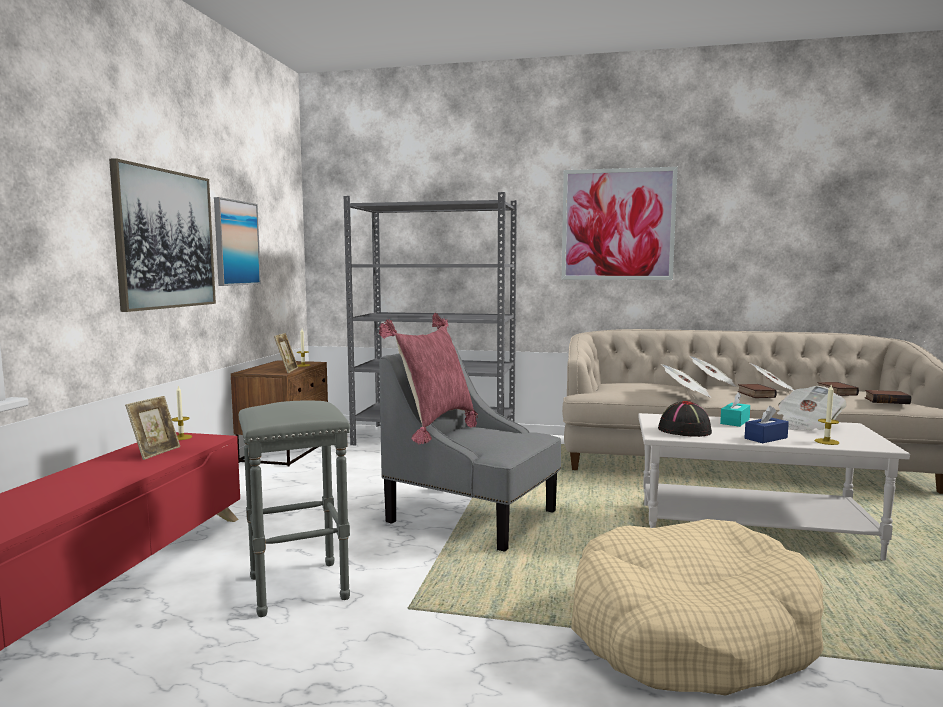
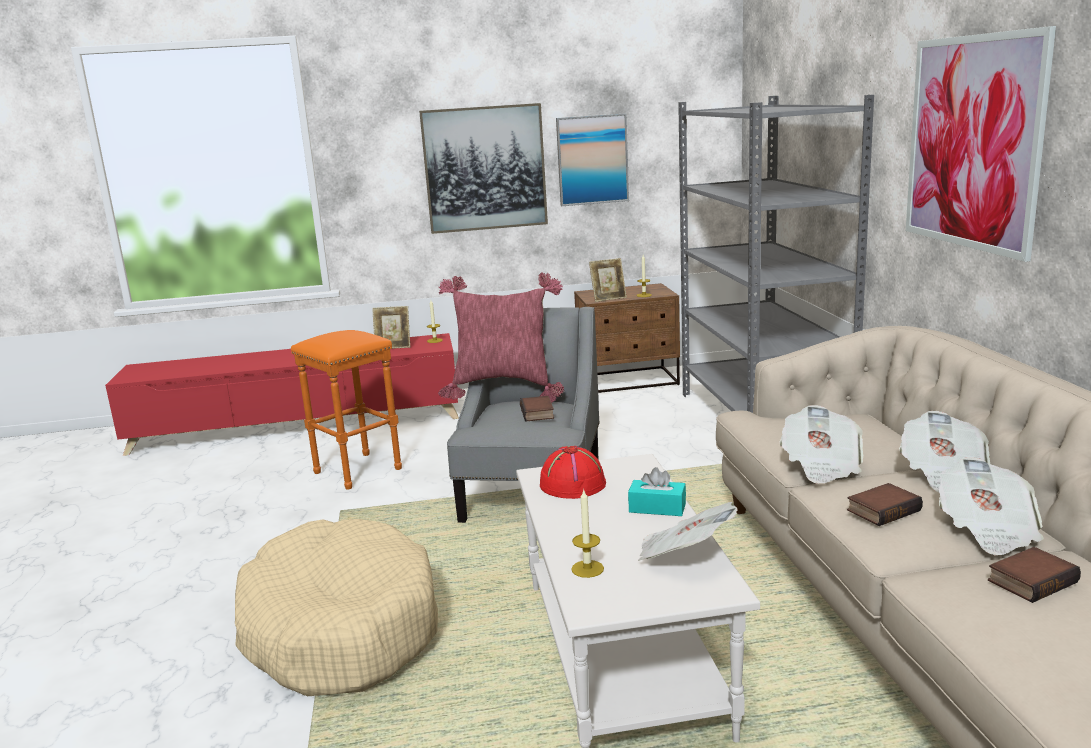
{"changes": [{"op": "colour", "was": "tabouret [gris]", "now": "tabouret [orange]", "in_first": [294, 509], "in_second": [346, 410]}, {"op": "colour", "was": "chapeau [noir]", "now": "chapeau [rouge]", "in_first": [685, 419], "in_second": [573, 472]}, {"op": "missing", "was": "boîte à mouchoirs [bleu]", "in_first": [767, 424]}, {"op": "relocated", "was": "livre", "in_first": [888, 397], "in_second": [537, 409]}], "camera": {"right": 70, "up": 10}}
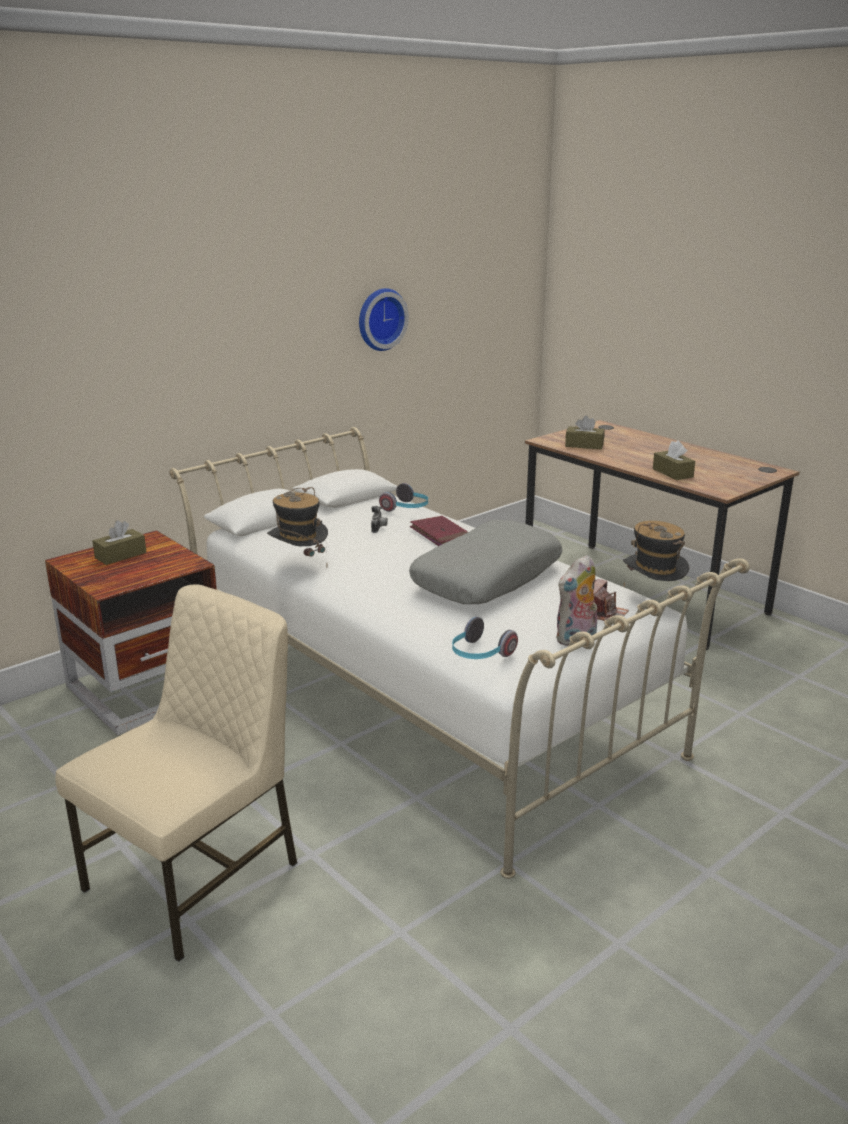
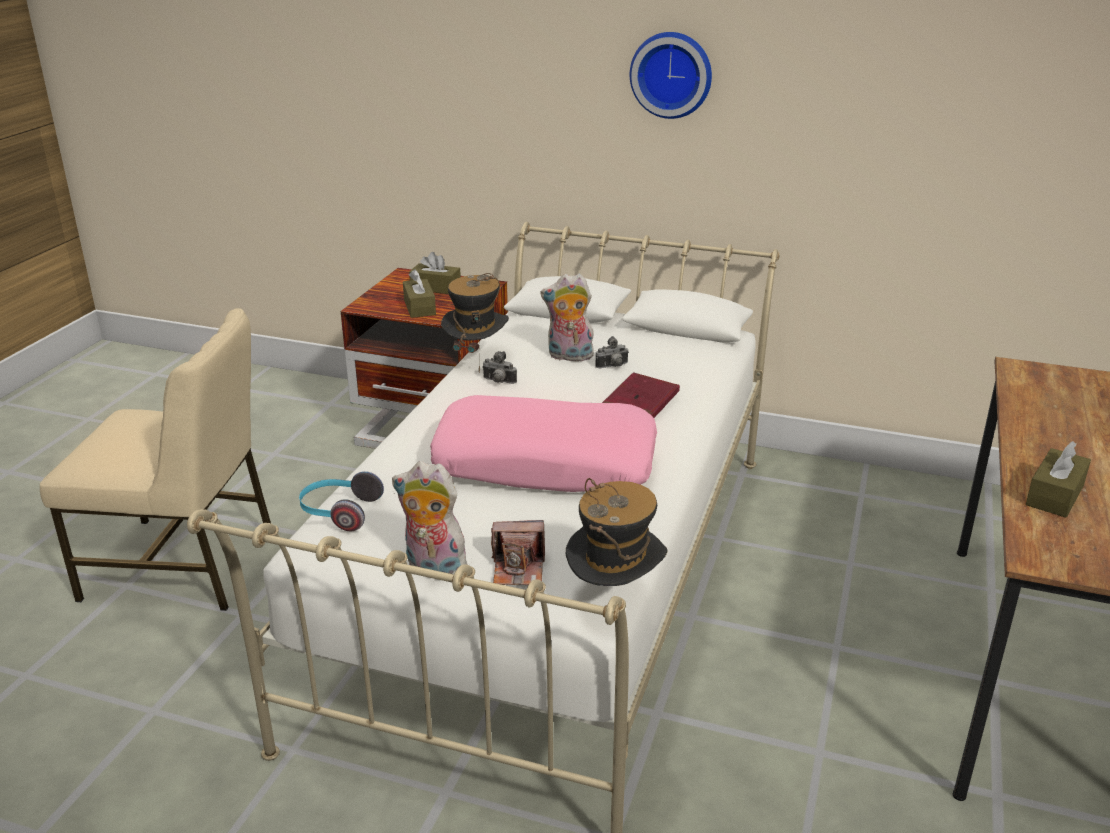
{"changes": [{"op": "relocated", "was": "horloge murale", "in_first": [384, 319], "in_second": [671, 75]}, {"op": "missing", "was": "casque audio", "in_first": [403, 497]}, {"op": "colour", "was": "coussin [gris]", "now": "coussin [rose]", "in_first": [485, 562], "in_second": [543, 443]}, {"op": "relocated", "was": "boîte à mouchoirs [marron]", "in_first": [585, 432], "in_second": [419, 293]}, {"op": "appeared", "now": "appareil photo", "in_second": [499, 367]}, {"op": "appeared", "now": "peluche", "in_second": [567, 317]}], "camera": {"right": 60, "up": 5}}
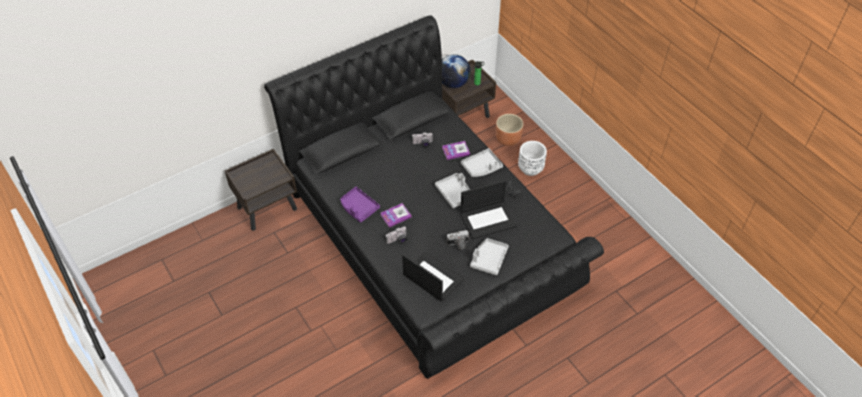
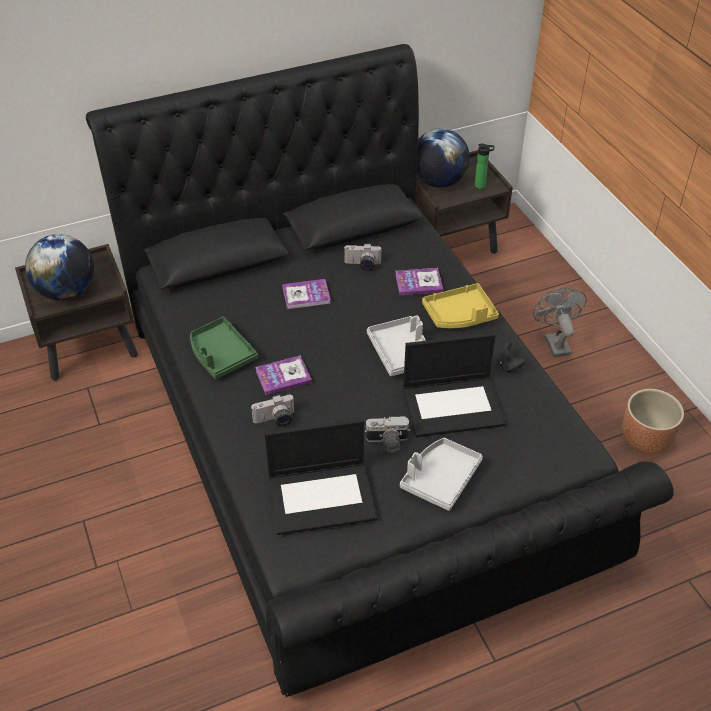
{"changes": [{"op": "colour", "was": "plateau [violet]", "now": "plateau [vert]", "in_first": [360, 205], "in_second": [224, 348]}, {"op": "spun", "was": "ordinateur portable", "in_first": [433, 277], "in_second": [321, 477], "clockwise": 120}, {"op": "colour", "was": "plateau [gris]", "now": "plateau [jaune]", "in_first": [482, 162], "in_second": [460, 305]}, {"op": "relocated", "was": "cache-pot [marron]", "in_first": [510, 130], "in_second": [653, 421]}, {"op": "exchanged", "was": "cache-pot [blanc]", "now": "ventilateur [gris]", "in_first": [532, 158], "in_second": [560, 322]}, {"op": "appeared", "now": "globe", "in_second": [59, 267]}, {"op": "appeared", "now": "livre", "in_second": [306, 294]}], "camera": {"right": 10, "up": -5}}
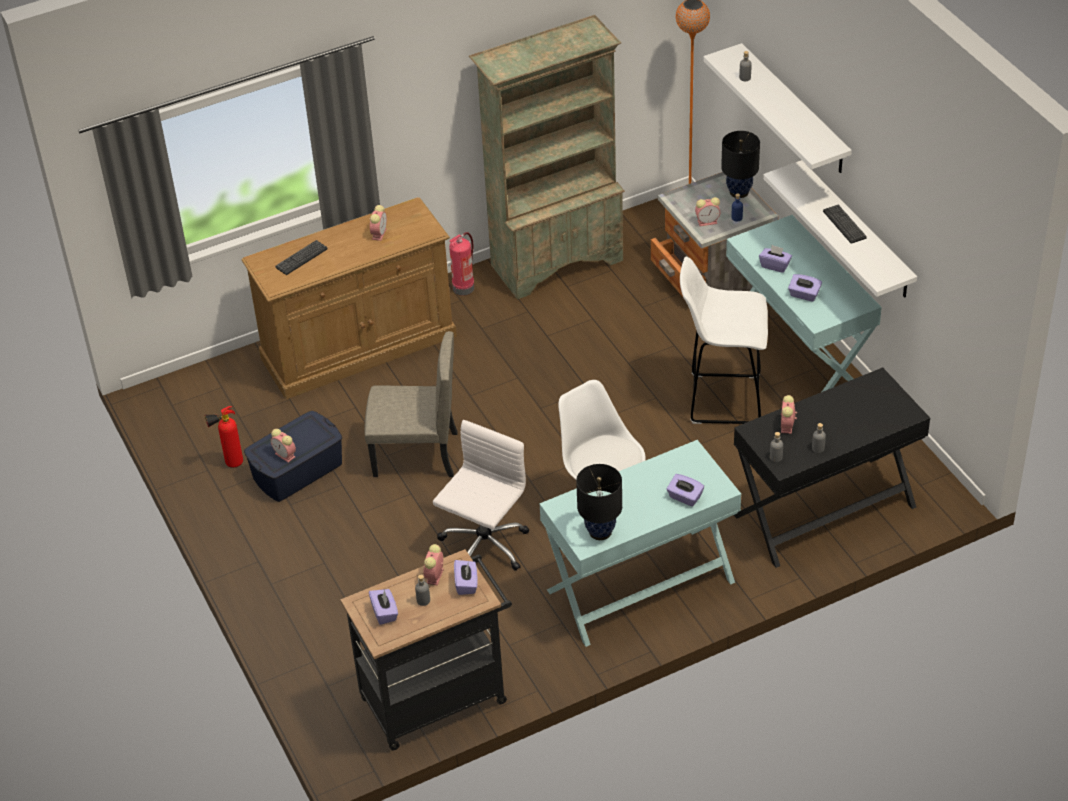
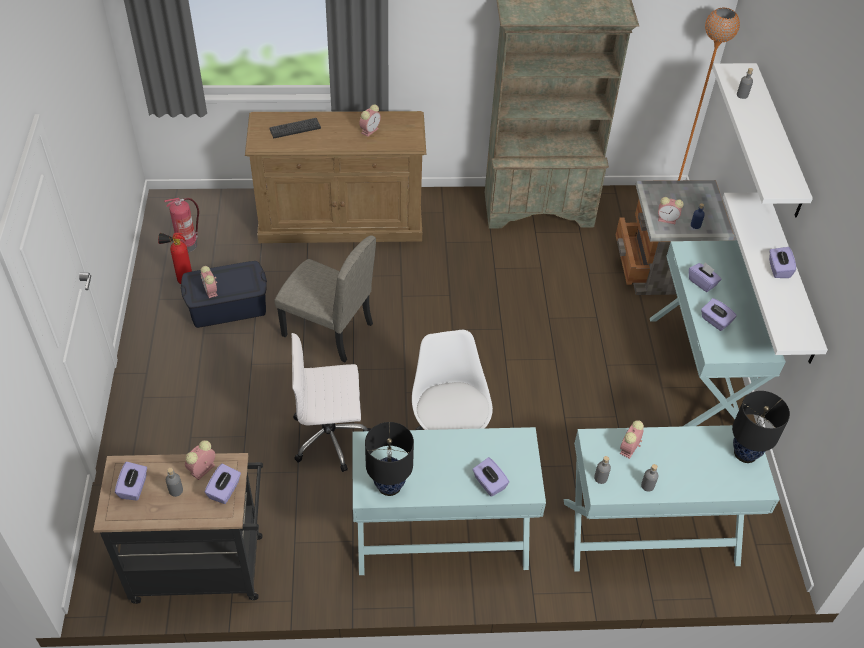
{"changes": [{"op": "spun", "was": "chaise de bureau [blanc]", "in_first": [481, 495], "in_second": [331, 402], "clockwise": -150}, {"op": "relocated", "was": "extincteur", "in_first": [461, 264], "in_second": [181, 225]}, {"op": "missing", "was": "tabouret [blanc]", "in_first": [724, 340]}, {"op": "relocated", "was": "lampe de table [noir]", "in_first": [740, 164], "in_second": [761, 427]}, {"op": "colour", "was": "bureau [noir]", "now": "bureau [turquoise]", "in_first": [832, 468], "in_second": [671, 498]}, {"op": "exchanged", "was": "clavier", "now": "boîte à mouchoirs [violet]", "in_first": [845, 224], "in_second": [782, 262]}], "camera": {"right": 20, "up": 5}}
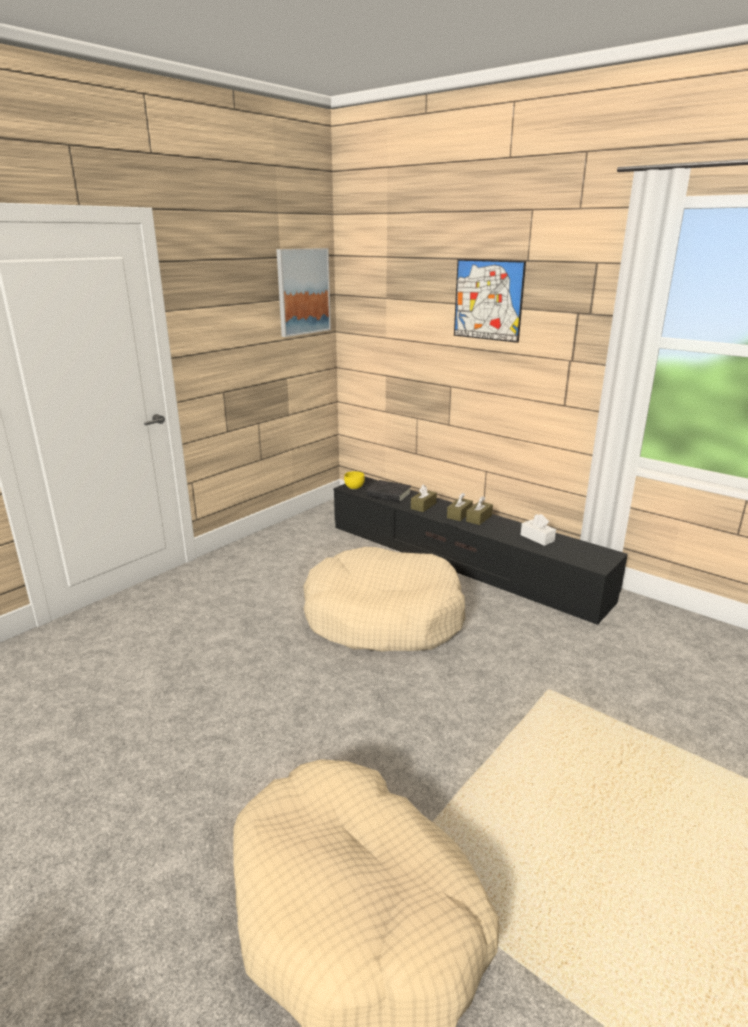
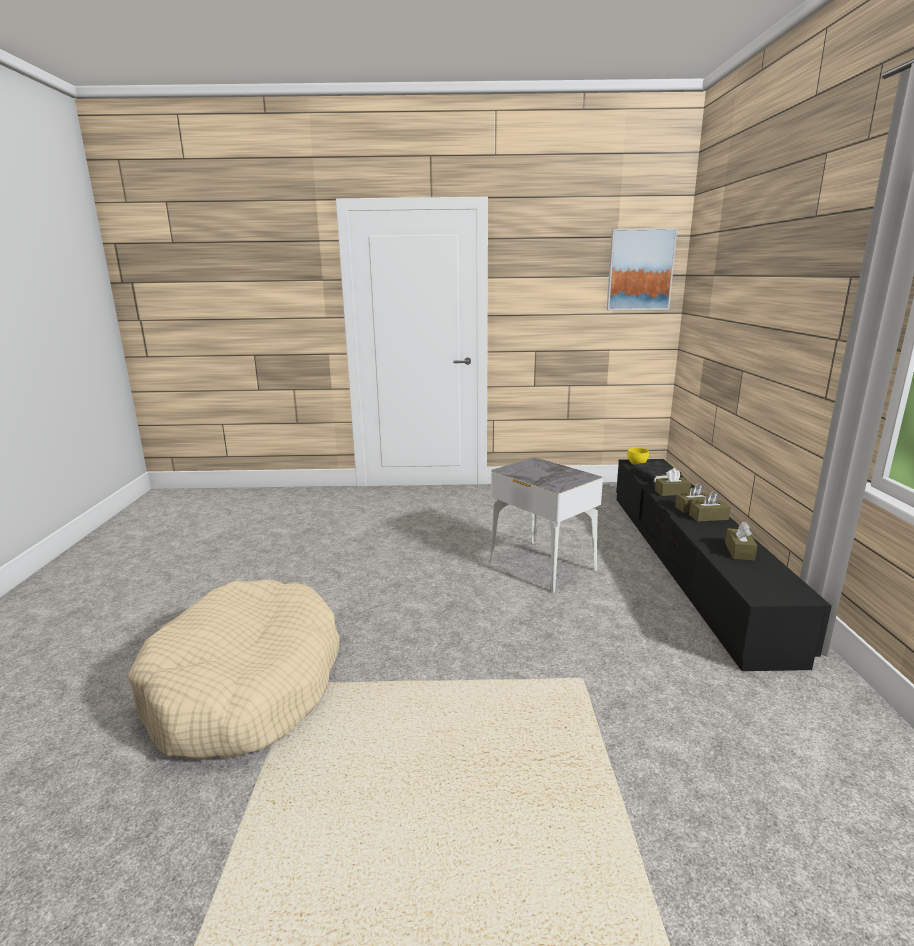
{"changes": [{"op": "exchanged", "was": "panier pour chien [beige]", "now": "table d'appoint", "in_first": [384, 599], "in_second": [546, 525]}, {"op": "missing", "was": "tableau", "in_first": [490, 301]}, {"op": "colour", "was": "boîte à mouchoirs [blanc]", "now": "boîte à mouchoirs [marron]", "in_first": [538, 530], "in_second": [741, 541]}], "camera": {"right": 50, "up": -5}}
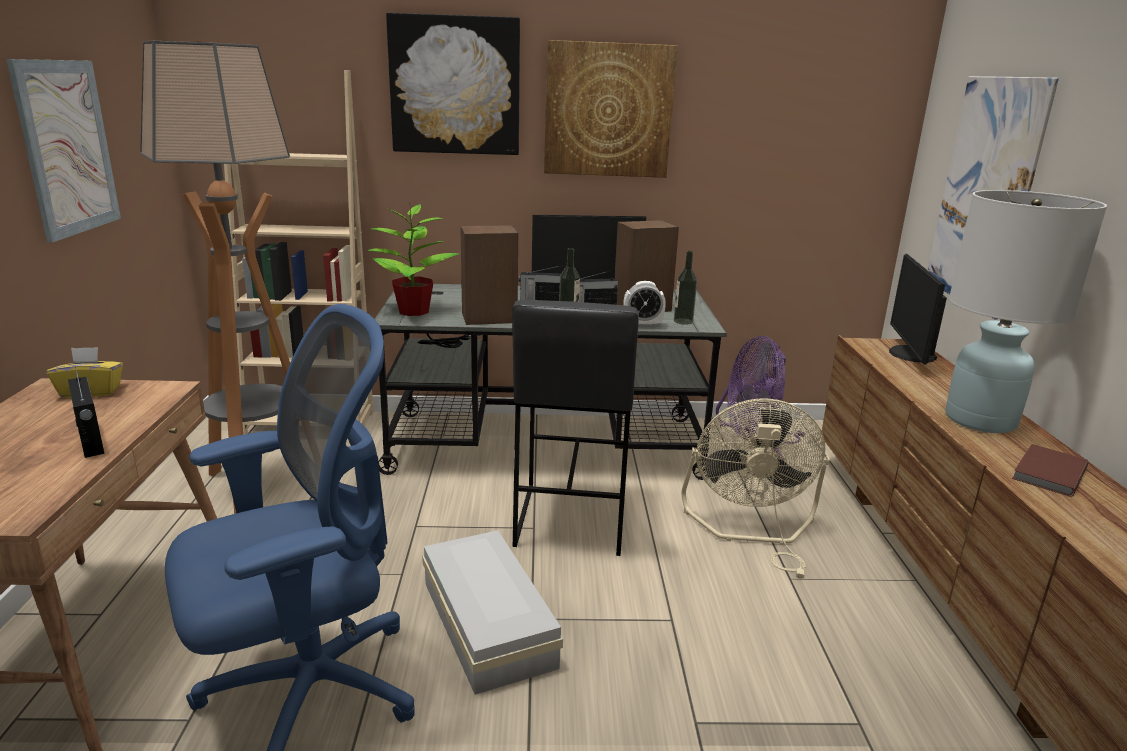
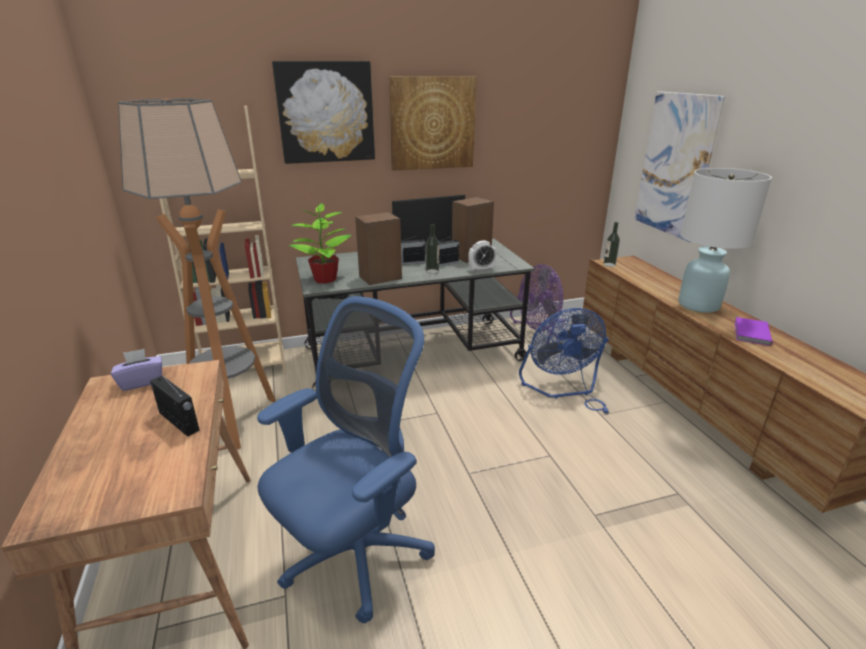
{"changes": [{"op": "missing", "was": "tableau", "in_first": [63, 151]}, {"op": "colour", "was": "boîte à mouchoirs [jaune]", "now": "boîte à mouchoirs [violet]", "in_first": [84, 372], "in_second": [136, 370]}, {"op": "missing", "was": "boîte de rangement [blanc]", "in_first": [492, 612]}, {"op": "missing", "was": "tabouret [gris]", "in_first": [575, 428]}, {"op": "relocated", "was": "bouteille", "in_first": [685, 288], "in_second": [611, 244]}, {"op": "colour", "was": "ventilateur [beige]", "now": "ventilateur [bleu]", "in_first": [756, 489], "in_second": [564, 361]}, {"op": "missing", "was": "écran d'ordinateur", "in_first": [918, 309]}, {"op": "colour", "was": "livre [marron]", "now": "livre [violet]", "in_first": [1050, 470], "in_second": [753, 331]}], "camera": {"right": -15, "up": 5}}
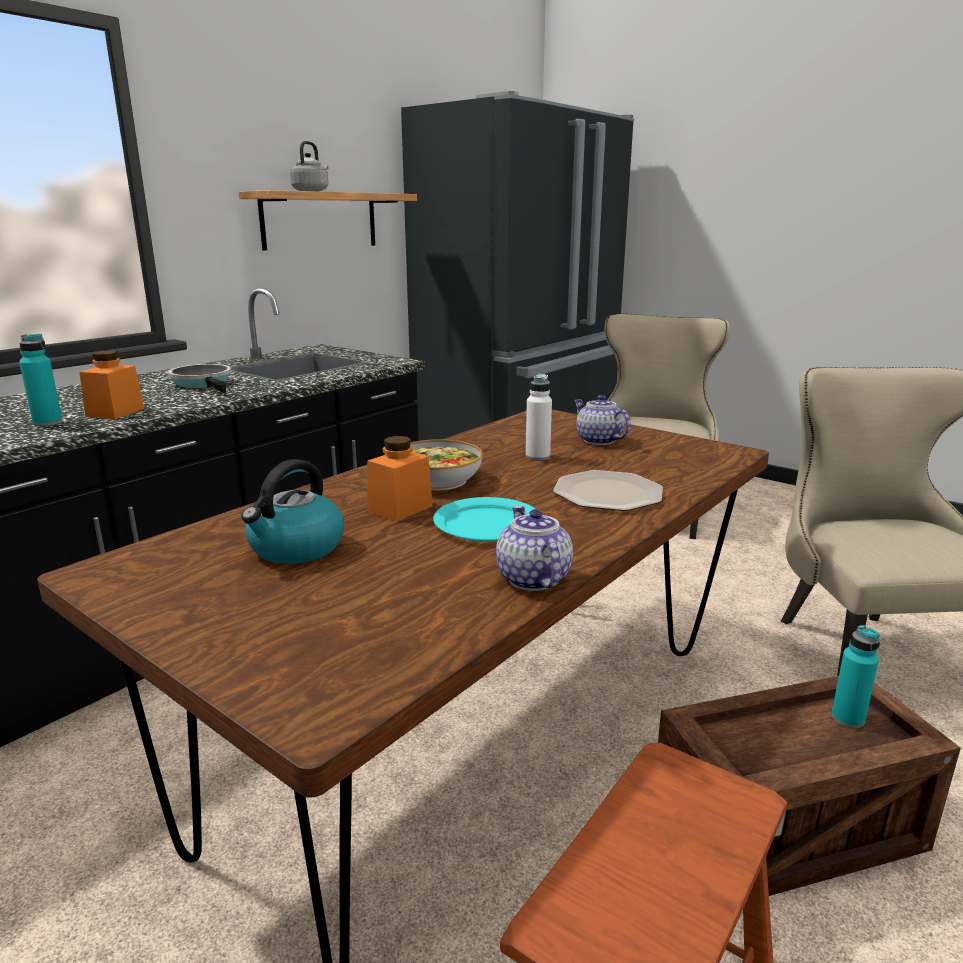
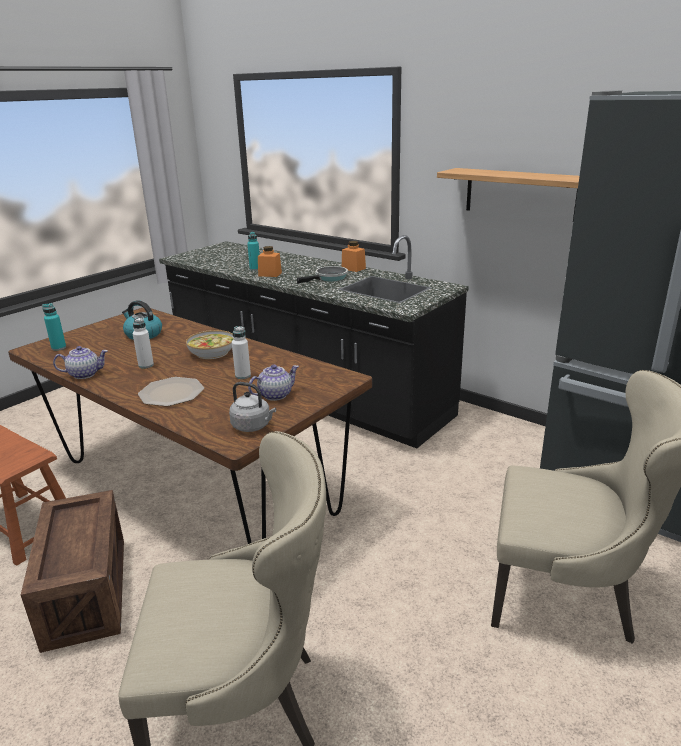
{"changes": [{"op": "relocated", "was": "bouilloire [gris]", "in_first": [309, 166], "in_second": [252, 407]}, {"op": "relocated", "was": "bocal [orange]", "in_first": [399, 479], "in_second": [354, 256]}, {"op": "exchanged", "was": "assiette [turquoise]", "now": "bouteille [blanc]", "in_first": [484, 519], "in_second": [143, 343]}, {"op": "relocated", "was": "bouteille [turquoise]", "in_first": [855, 676], "in_second": [54, 327]}], "camera": {"right": 90, "up": 5}}
